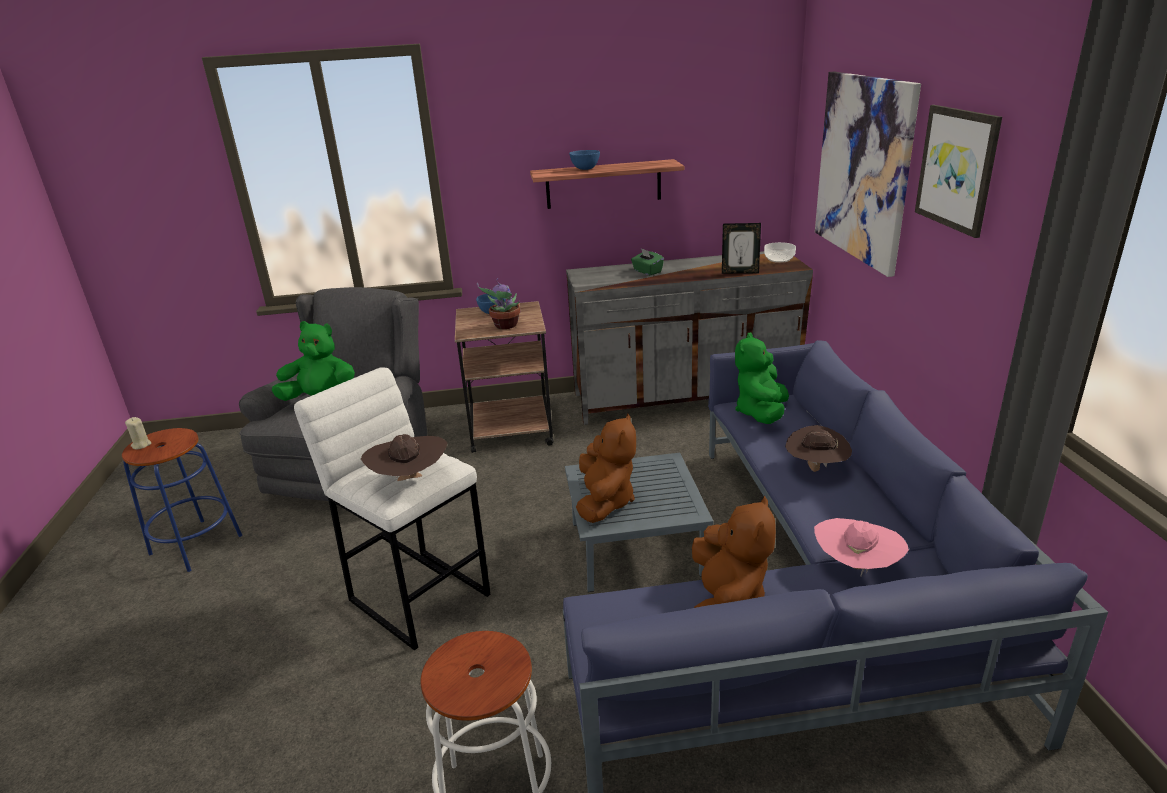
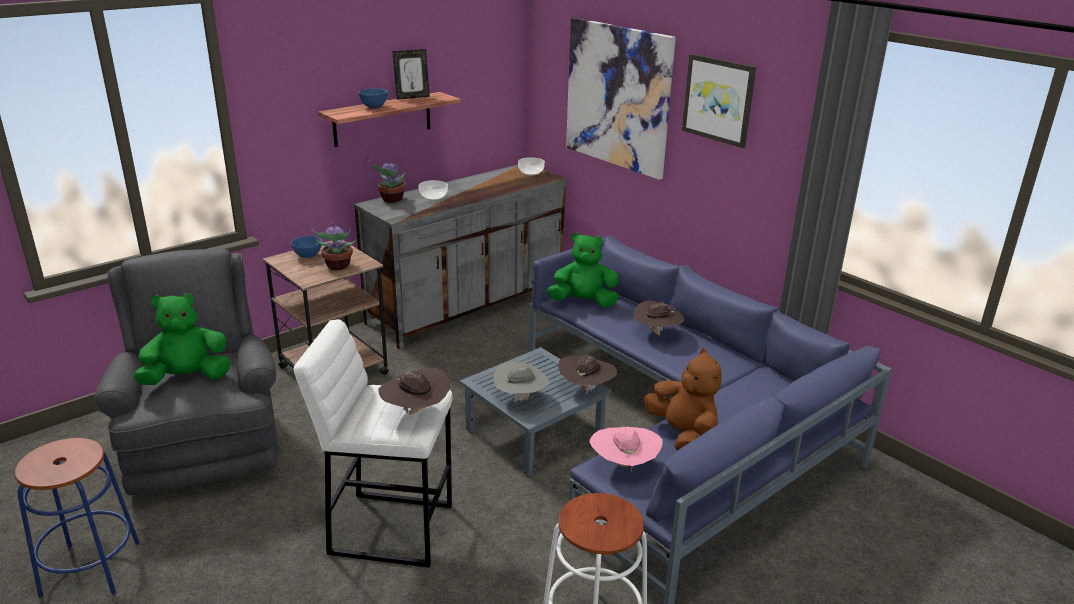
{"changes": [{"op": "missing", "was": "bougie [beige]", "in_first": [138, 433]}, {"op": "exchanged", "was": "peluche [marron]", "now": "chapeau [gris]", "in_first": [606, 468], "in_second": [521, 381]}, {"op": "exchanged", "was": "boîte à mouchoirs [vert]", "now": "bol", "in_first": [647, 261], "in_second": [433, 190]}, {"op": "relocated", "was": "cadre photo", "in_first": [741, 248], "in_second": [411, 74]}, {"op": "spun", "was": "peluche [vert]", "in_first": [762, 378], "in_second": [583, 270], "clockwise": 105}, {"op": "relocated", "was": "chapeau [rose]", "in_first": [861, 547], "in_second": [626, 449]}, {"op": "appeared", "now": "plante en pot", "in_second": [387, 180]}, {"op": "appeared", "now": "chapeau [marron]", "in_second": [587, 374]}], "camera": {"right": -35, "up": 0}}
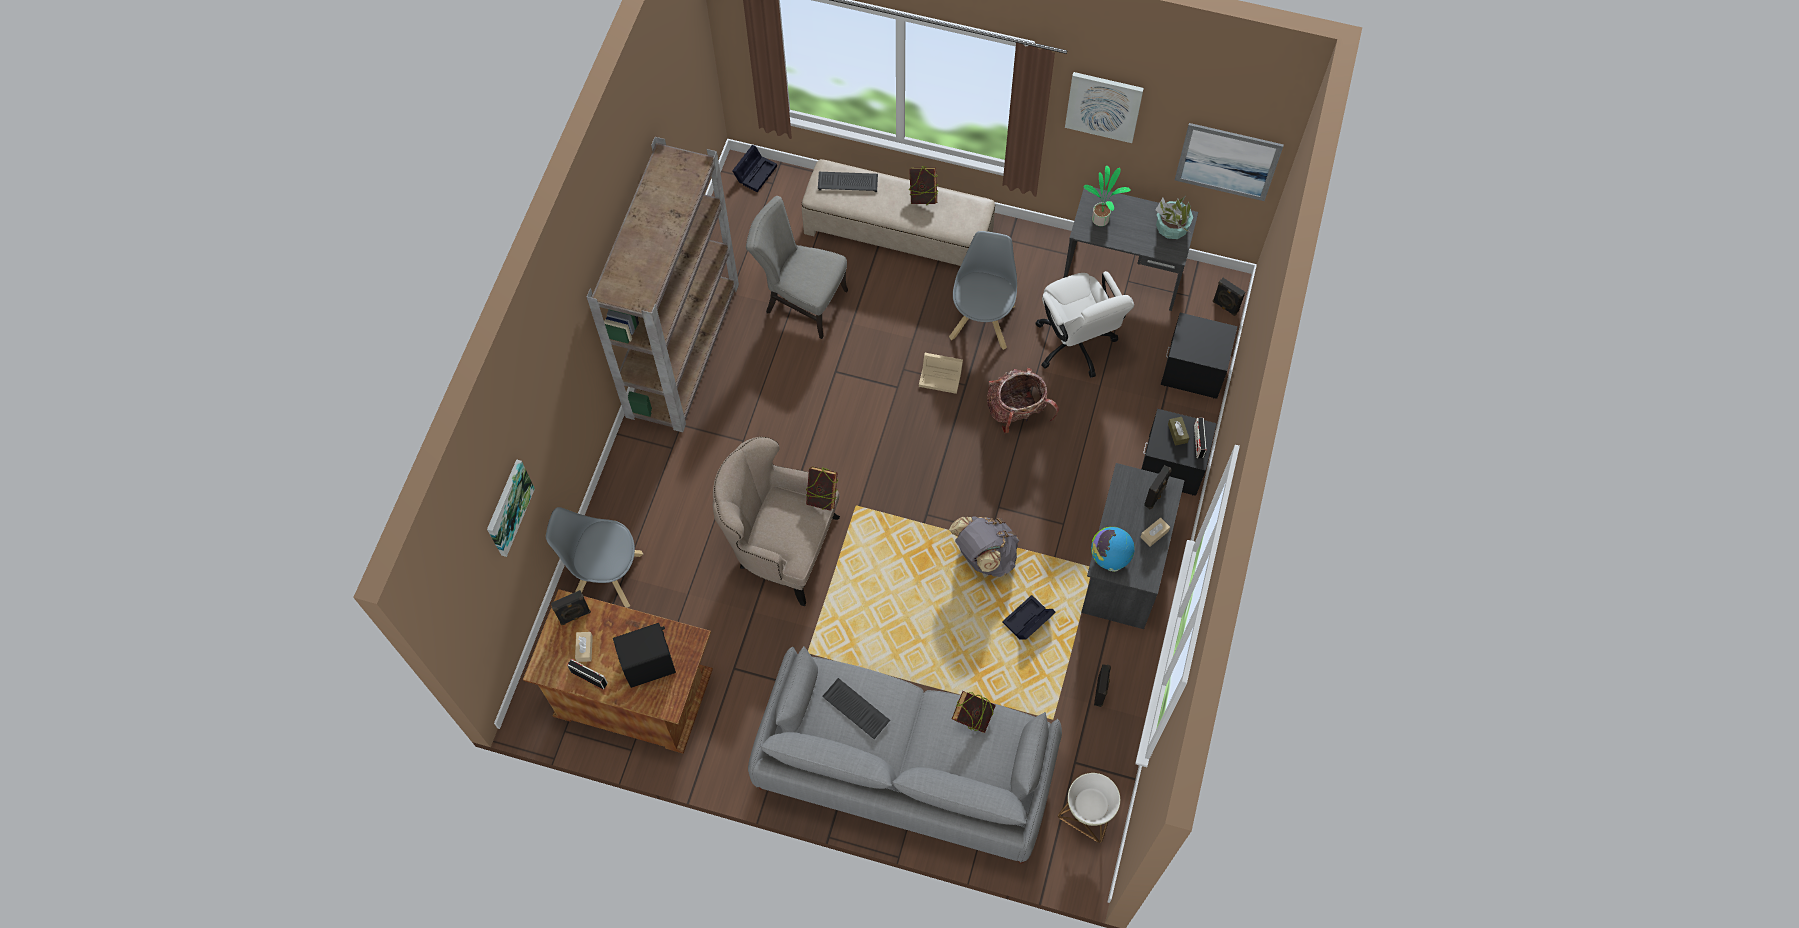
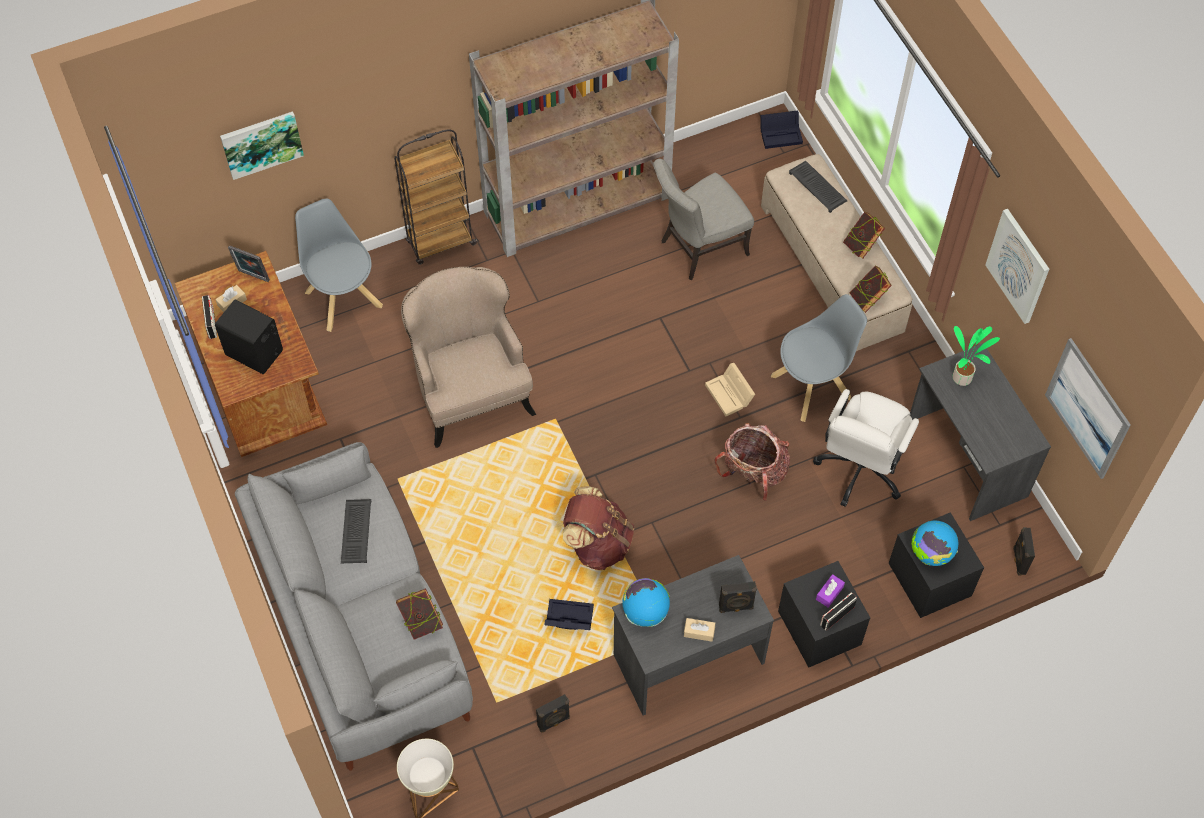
{"changes": [{"op": "exchanged", "was": "enceinte [noir]", "now": "cadre photo", "in_first": [571, 607], "in_second": [249, 263]}, {"op": "spun", "was": "chaise [gris]", "in_first": [797, 267], "in_second": [703, 219], "clockwise": -105}, {"op": "relocated", "was": "livre", "in_first": [822, 488], "in_second": [871, 289]}, {"op": "colour", "was": "sac à dos [gris]", "now": "sac à dos [marron]", "in_first": [984, 546], "in_second": [598, 528]}, {"op": "missing", "was": "plante en pot", "in_first": [1174, 218]}, {"op": "colour", "was": "boîte à mouchoirs [marron]", "now": "boîte à mouchoirs [violet]", "in_first": [1178, 431], "in_second": [830, 591]}, {"op": "appeared", "now": "chariot [marron]", "in_second": [436, 197]}, {"op": "appeared", "now": "globe", "in_second": [934, 543]}], "camera": {"right": 50, "up": -5}}
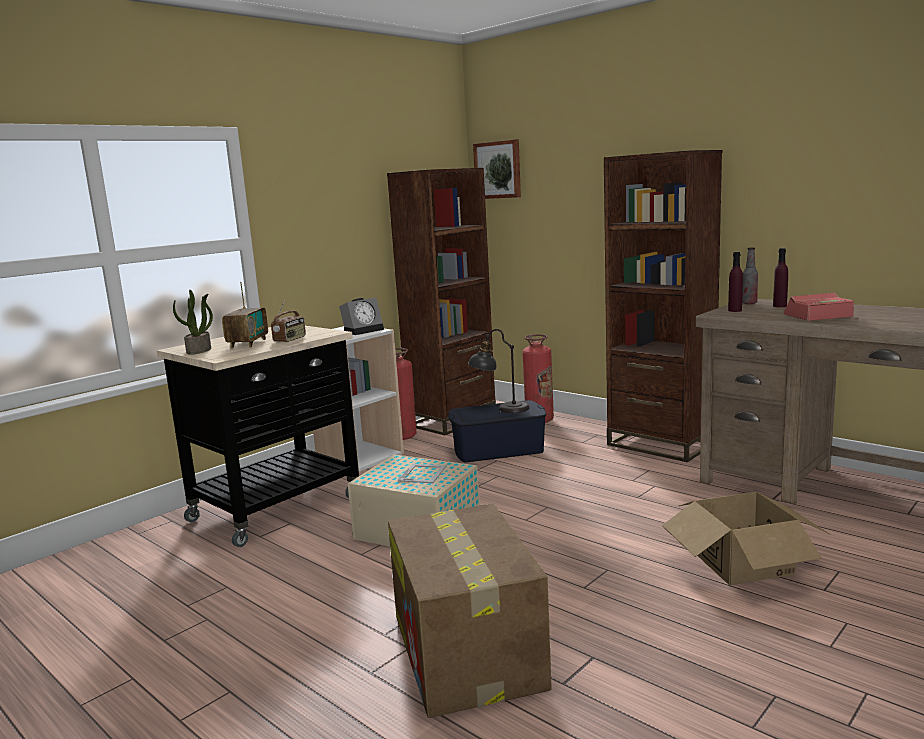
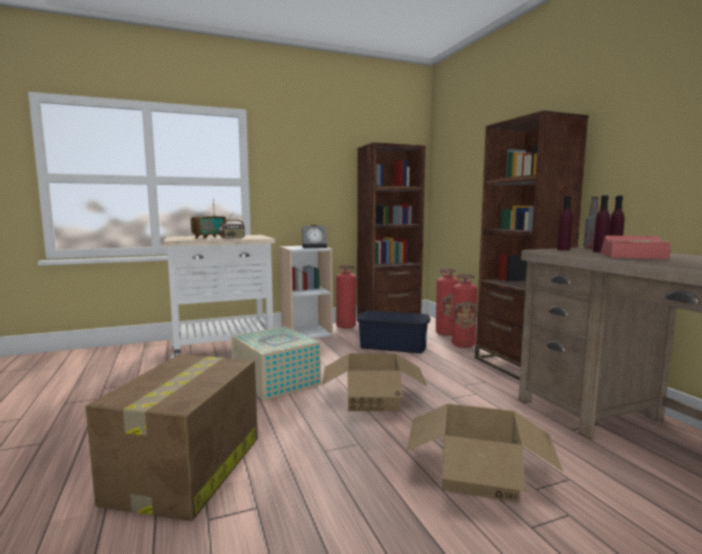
{"changes": [{"op": "colour", "was": "chariot [noir]", "now": "chariot [blanc]", "in_first": [258, 436], "in_second": [219, 297]}, {"op": "missing", "was": "plante en pot", "in_first": [193, 322]}, {"op": "missing", "was": "lampe de table [gris]", "in_first": [499, 371]}, {"op": "missing", "was": "tableau", "in_first": [497, 169]}, {"op": "appeared", "now": "carton", "in_second": [374, 382]}, {"op": "appeared", "now": "extincteur", "in_second": [464, 311]}, {"op": "appeared", "now": "bouteille [violet]", "in_second": [601, 224]}], "camera": {"right": 25, "up": -5}}
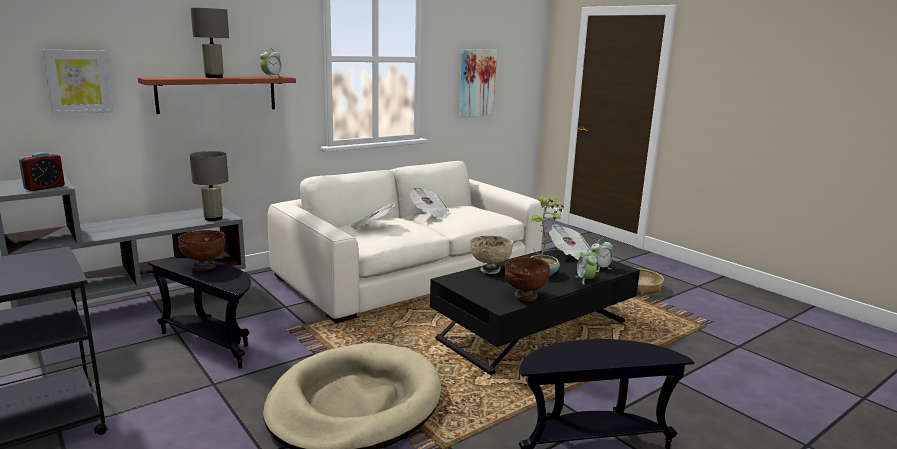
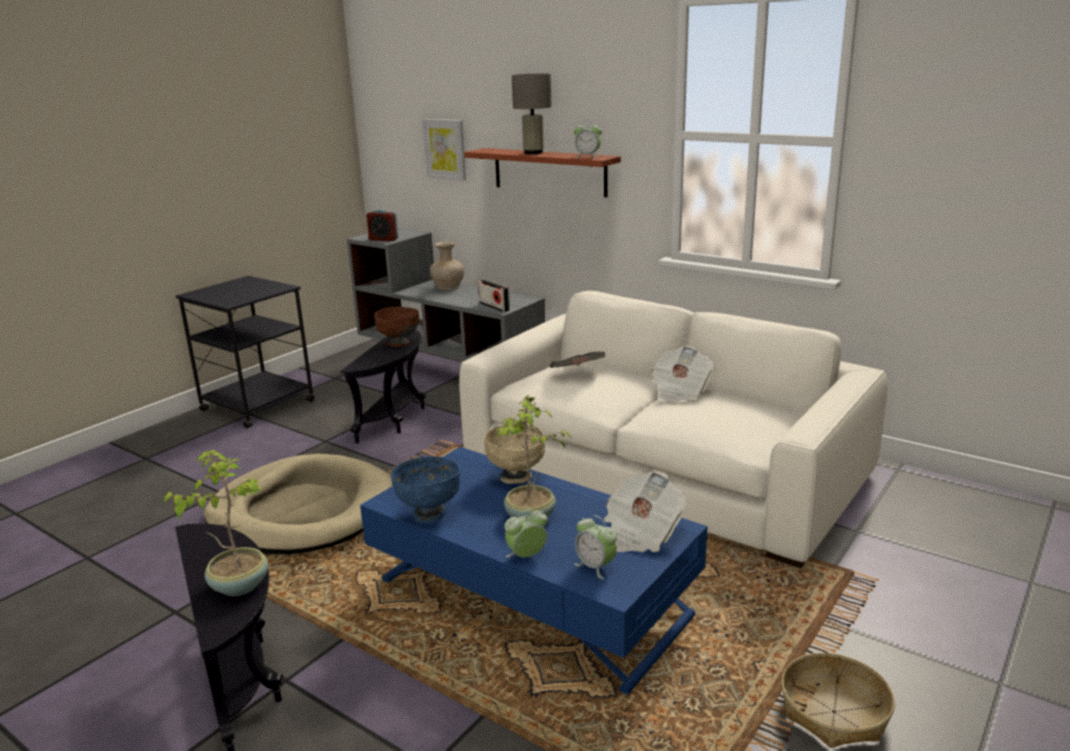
{"changes": [{"op": "exchanged", "was": "lampe de table [gris]", "now": "radio", "in_first": [209, 186], "in_second": [494, 296]}, {"op": "colour", "was": "table basse [noir]", "now": "table basse [bleu]", "in_first": [535, 311], "in_second": [534, 571]}, {"op": "missing", "was": "tableau", "in_first": [478, 83]}, {"op": "colour", "was": "bol [marron]", "now": "bol [bleu]", "in_first": [527, 279], "in_second": [425, 489]}, {"op": "appeared", "now": "plante en pot", "in_second": [215, 523]}, {"op": "appeared", "now": "vase [beige]", "in_second": [447, 265]}], "camera": {"right": 75, "up": 5}}
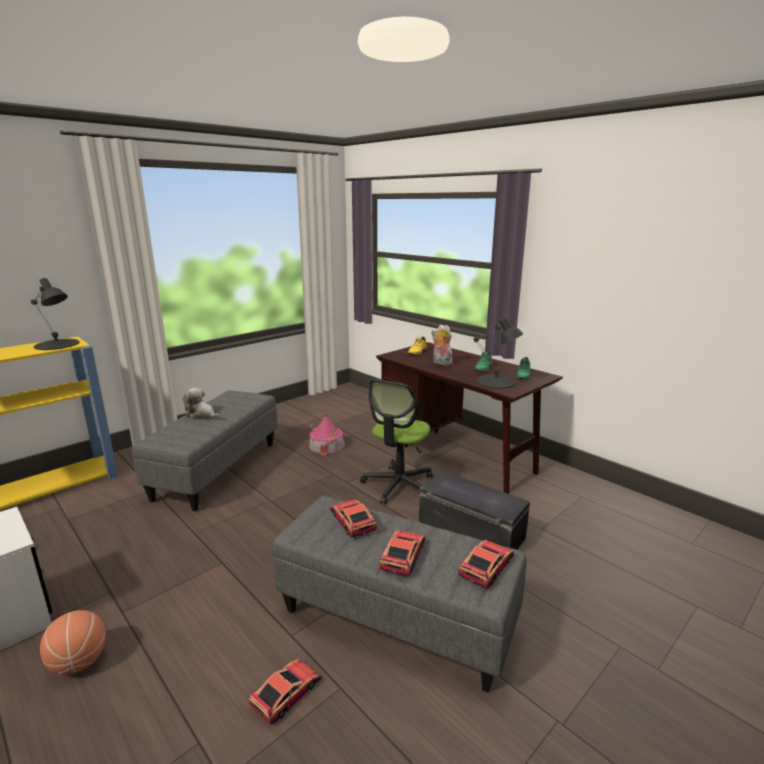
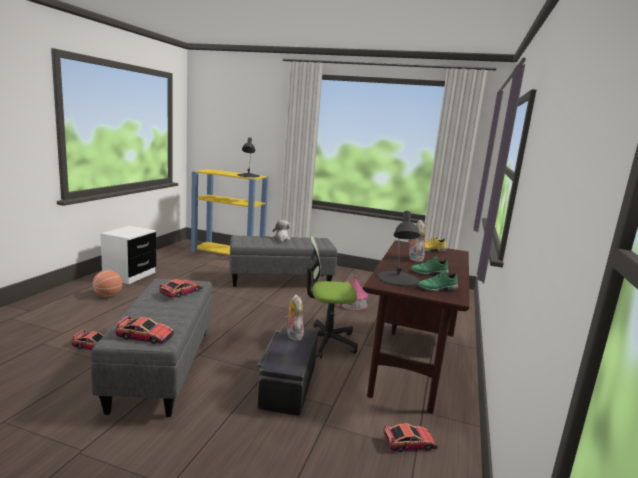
{"changes": [{"op": "relocated", "was": "petite voiture", "in_first": [402, 553], "in_second": [410, 437]}, {"op": "appeared", "now": "peluche", "in_second": [294, 317]}], "camera": {"right": 60, "up": -5}}
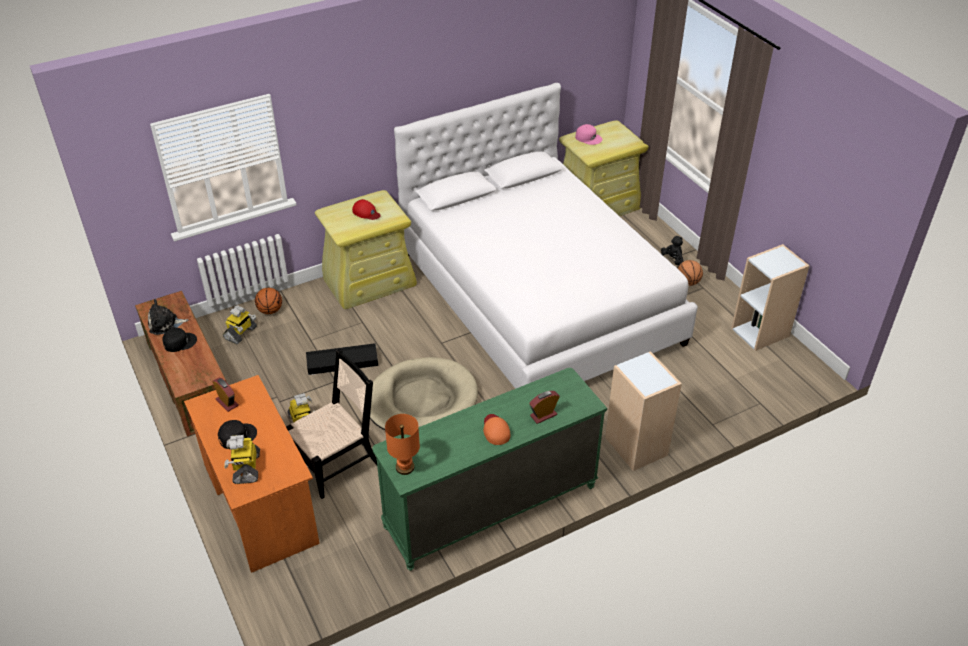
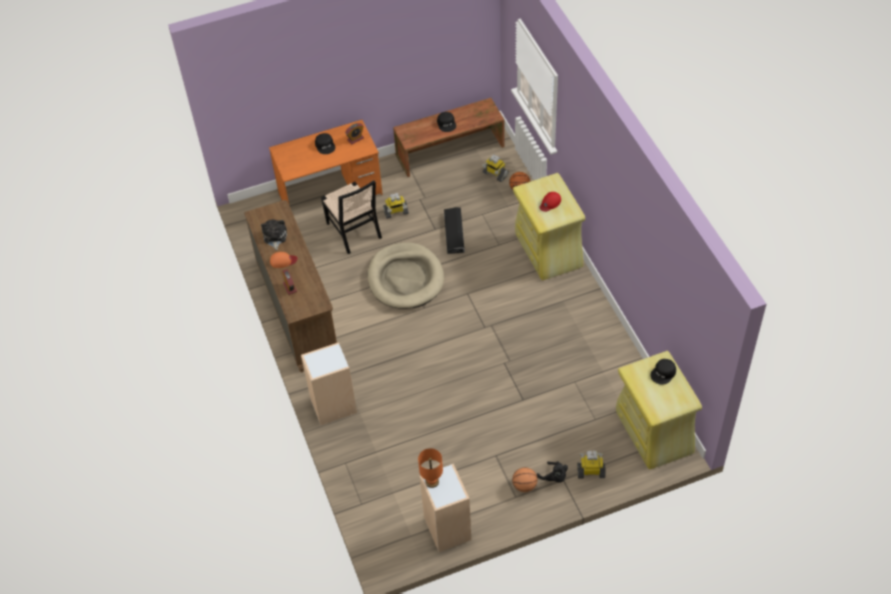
{"changes": [{"op": "relocated", "was": "peluche", "in_first": [168, 317], "in_second": [274, 234]}, {"op": "relocated", "was": "robot jouet", "in_first": [242, 459], "in_second": [591, 464]}, {"op": "colour", "was": "commode [vert]", "now": "commode [marron]", "in_first": [489, 469], "in_second": [290, 286]}, {"op": "relocated", "was": "lampe de table [orange]", "in_first": [402, 444], "in_second": [430, 468]}, {"op": "missing", "was": "lit [blanc]", "in_first": [546, 236]}, {"op": "colour", "was": "casquette [rose]", "now": "casquette [noir]", "in_first": [588, 134], "in_second": [663, 372]}], "camera": {"right": 100, "up": 10}}
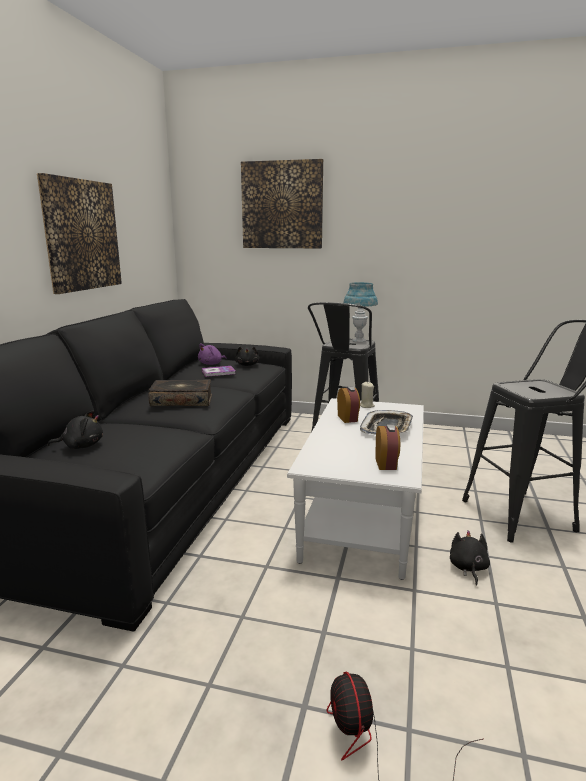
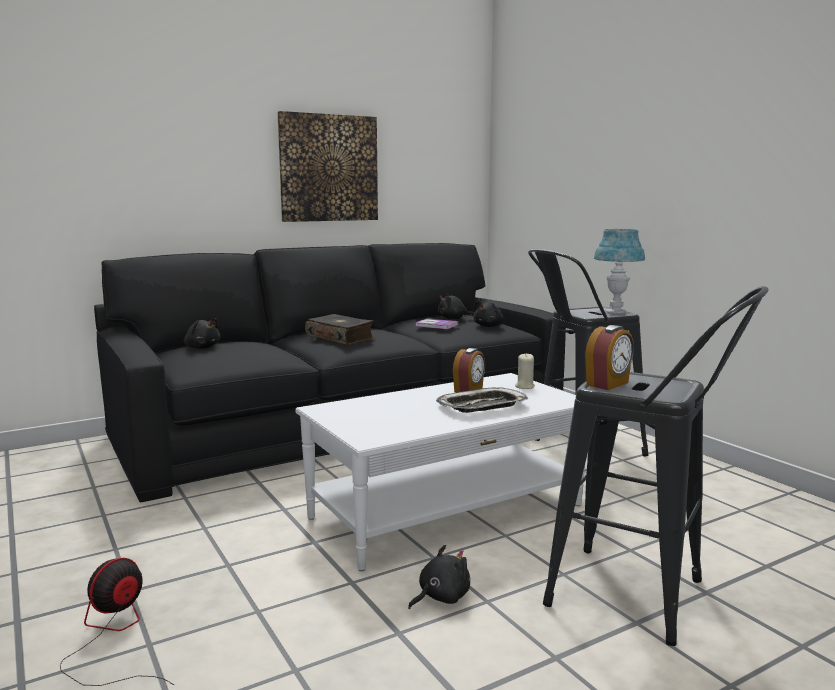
{"changes": [{"op": "colour", "was": "peluche [violet]", "now": "peluche [noir]", "in_first": [212, 354], "in_second": [456, 306]}, {"op": "missing", "was": "tableau", "in_first": [282, 203]}, {"op": "relocated", "was": "réveil", "in_first": [387, 447], "in_second": [609, 357]}], "camera": {"right": 45, "up": -5}}
